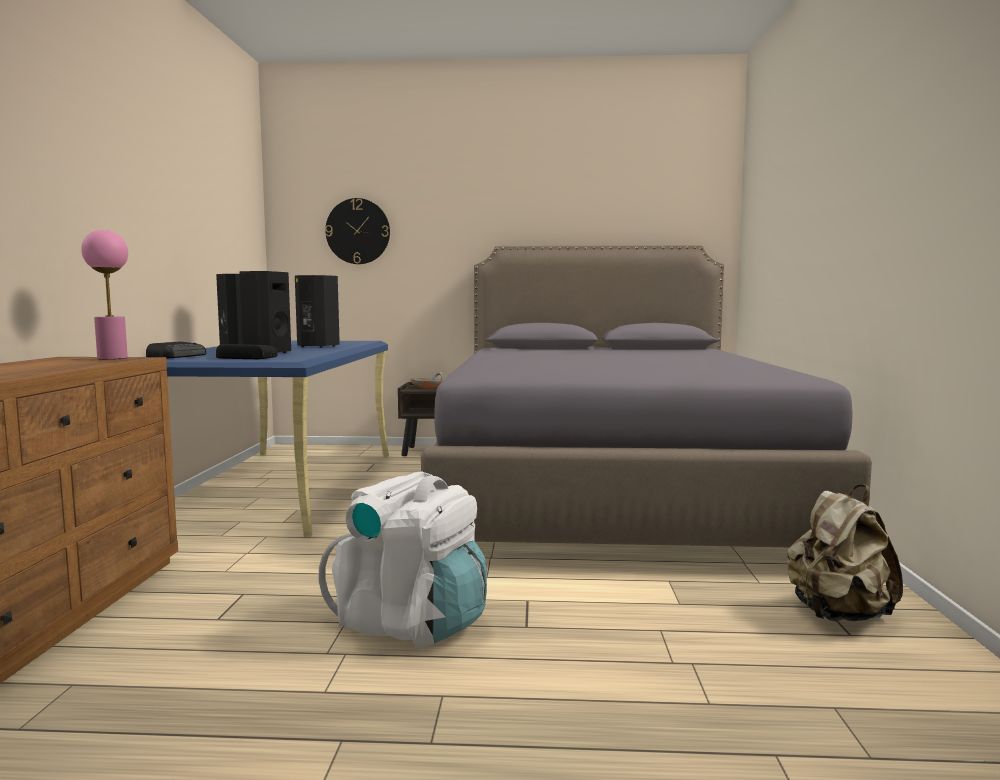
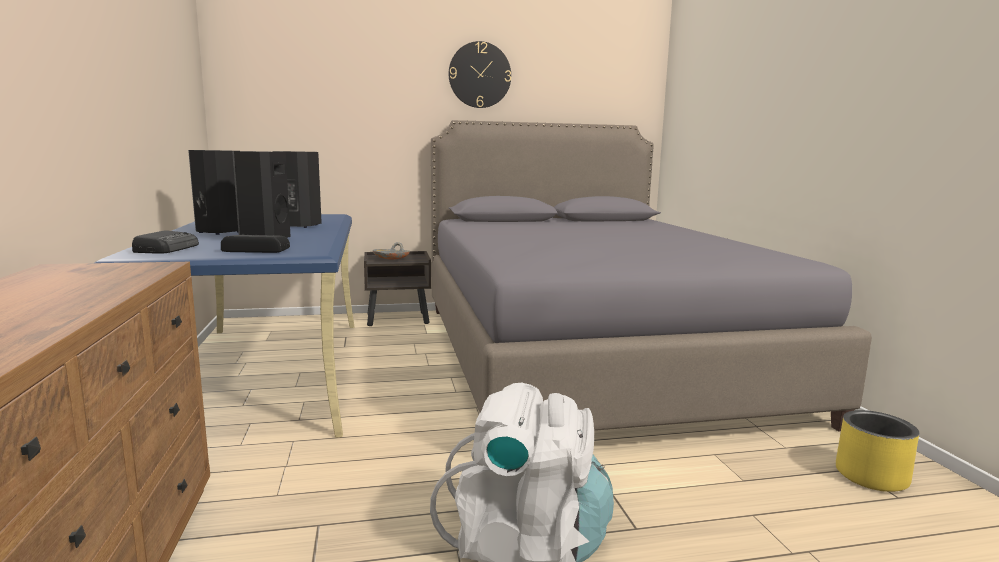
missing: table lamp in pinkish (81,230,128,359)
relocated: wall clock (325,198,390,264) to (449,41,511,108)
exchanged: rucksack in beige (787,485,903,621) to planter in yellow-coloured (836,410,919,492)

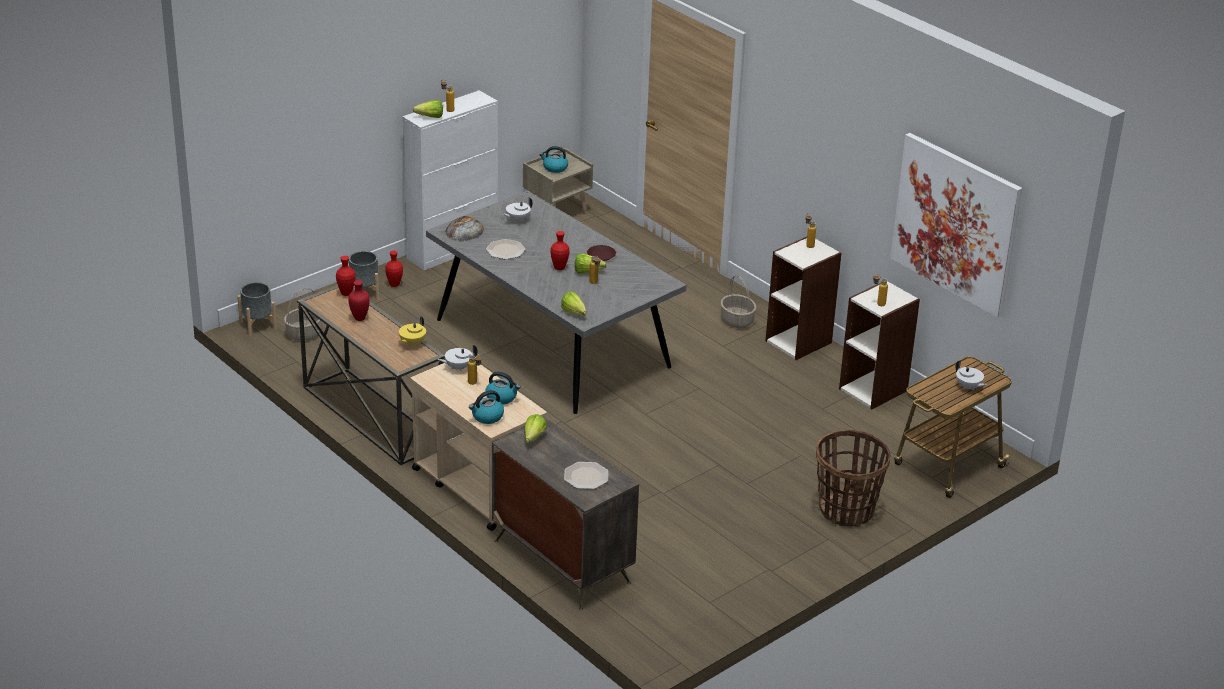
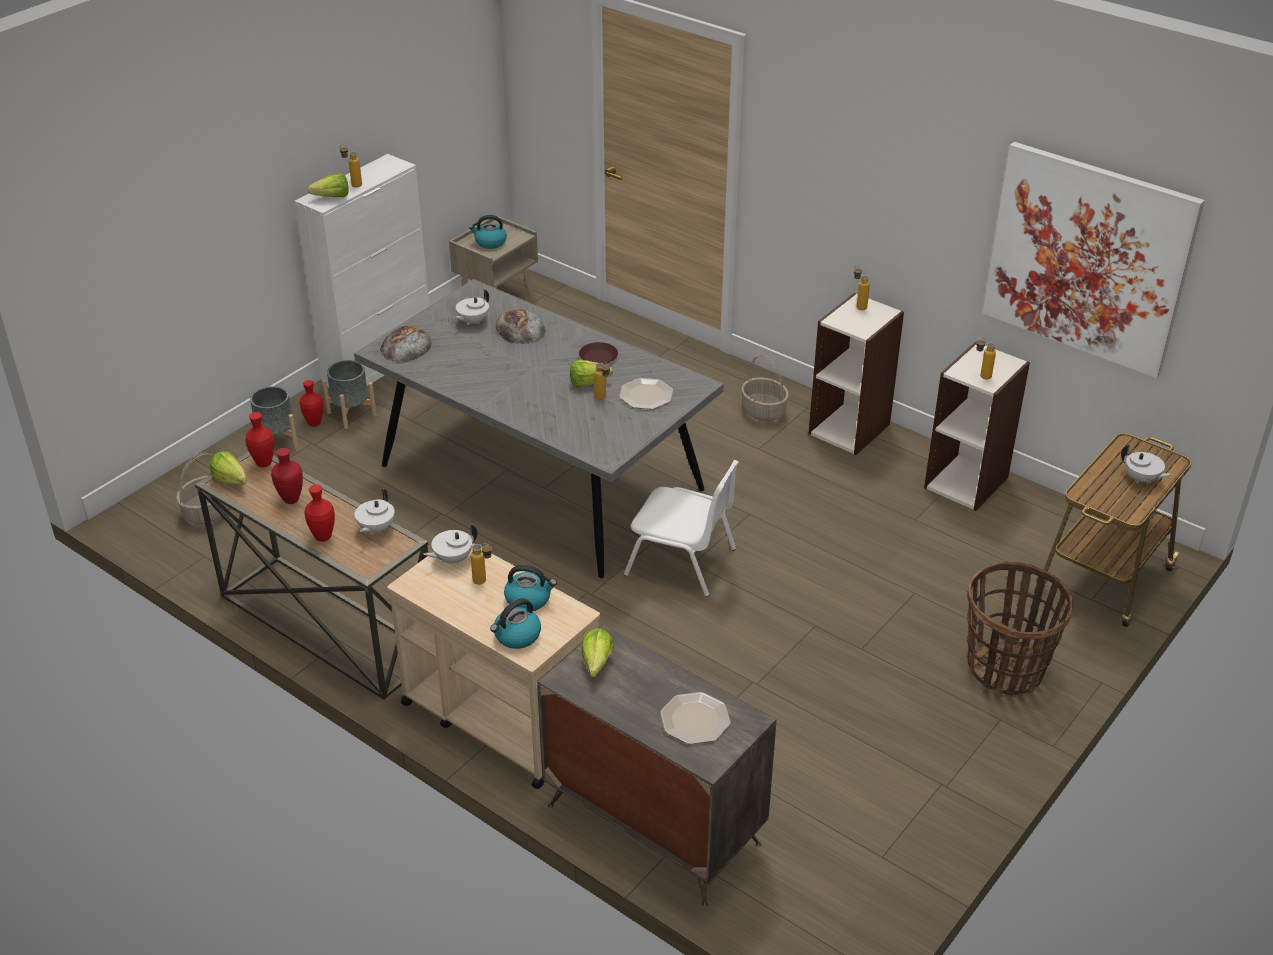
appeared: bread (496,309,545,344); plain chair in whitish (624,460,739,597)
relocated: planter in grey (237,282,277,336) to (322,360,377,429); plate (486,239,526,259) to (619,378,673,409); vase in reddish (551,231,569,270) to (304,484,335,542); head of lettuce (561,291,587,316) to (210,451,247,485)
colour: teapot in yellow-coloured (399,316,426,347) to teapot in whitish (355,489,395,535)

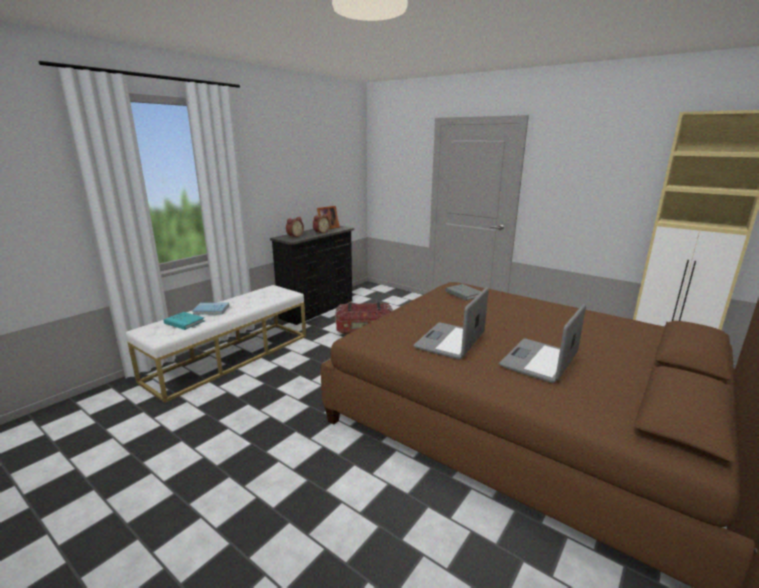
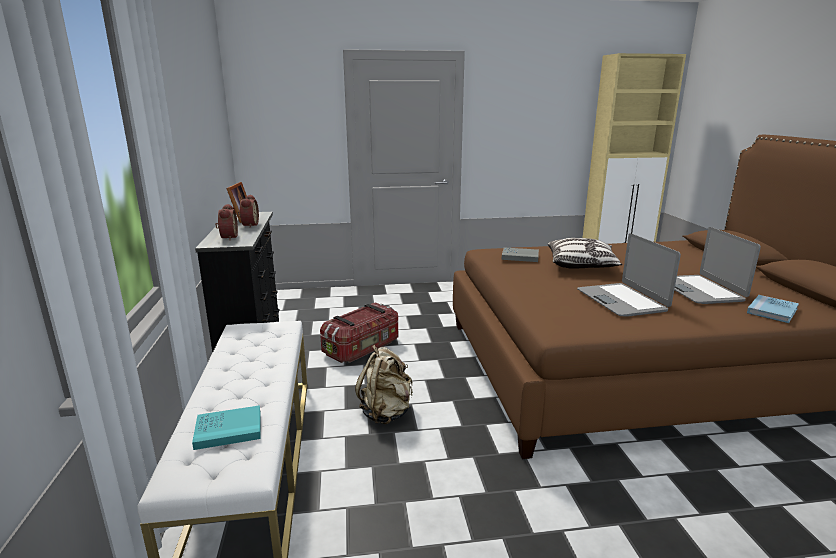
appeared: rucksack in beige (355,345,413,424); pillow (548,238,622,269)
relocated: volume in blue-coloured (192,303,229,315) to (747,295,799,323)

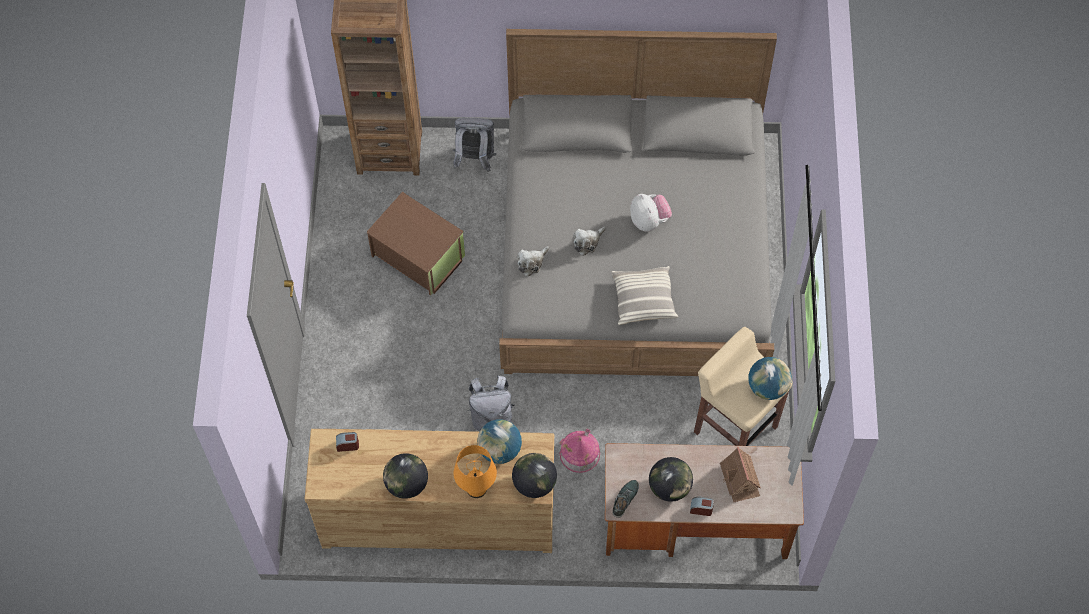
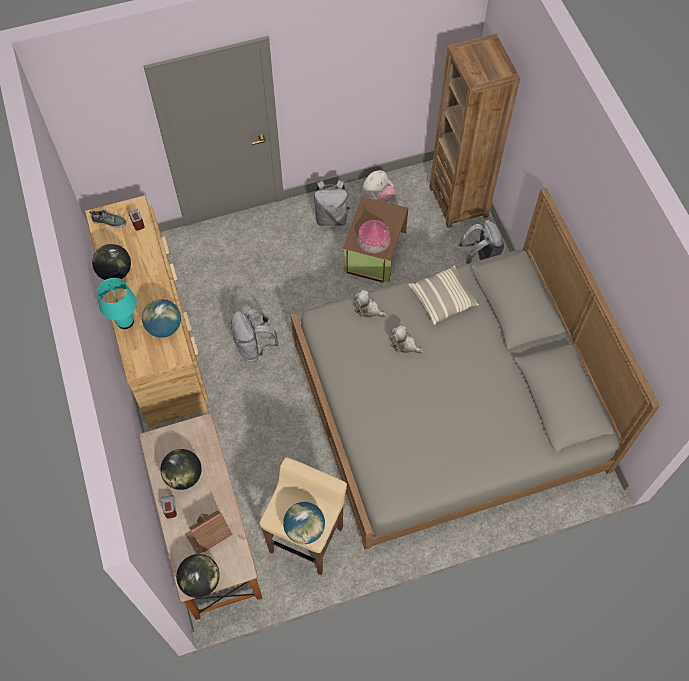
appeared: rucksack in grey (313,180,350,226)
relocated: world globe (512,453,557,498) to (176,554,220,598); toy house (559,429,600,473) to (357,220,391,254); pillow (612,266,678,325) to (408,265,479,325); shoe (612,480,639,518) to (89,210,126,228); plush toy (630,194,672,231) to (363,170,396,202)
colour: table lamp in orange (453,445,497,498) to table lamp in blue-green (97,278,137,329)

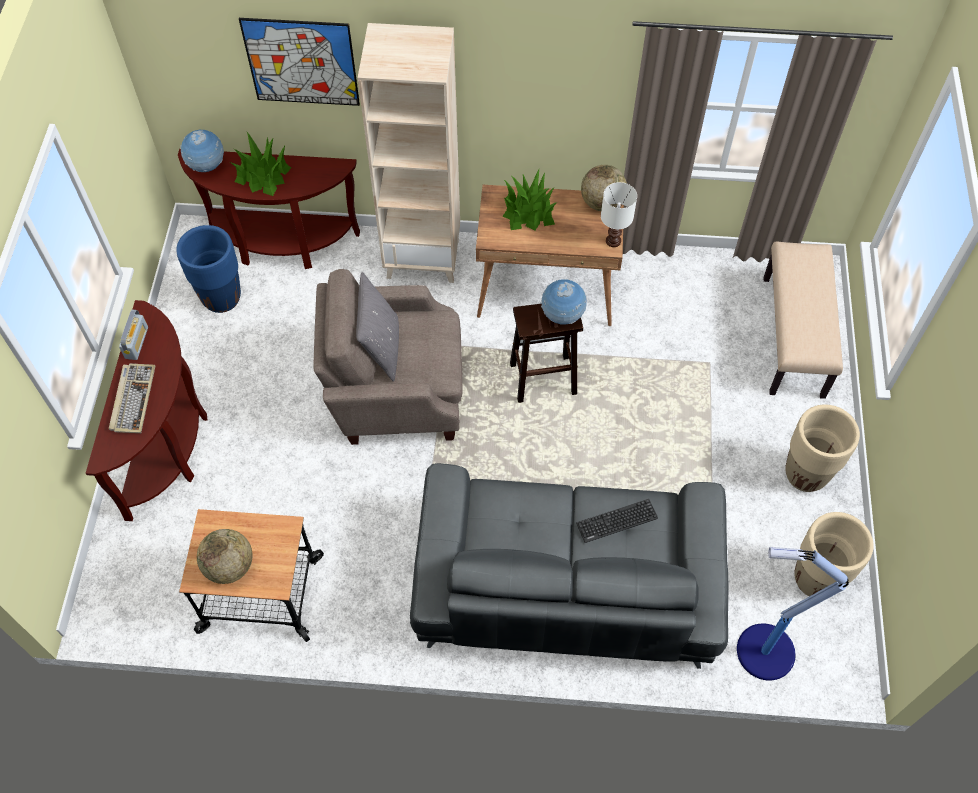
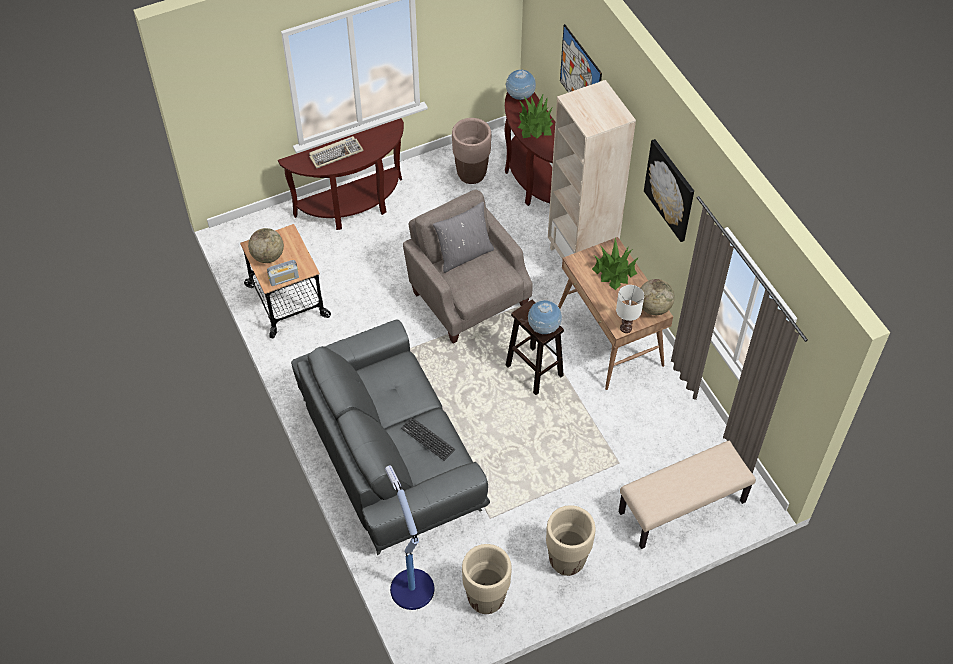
appeared: wall picture (644,139,694,242)
relocated: radio receiver (119,309,148,360) to (267,260,299,286)
colour: planter in blue-coloured (176,225,241,313) to planter in brown-coloured (452,118,491,184)

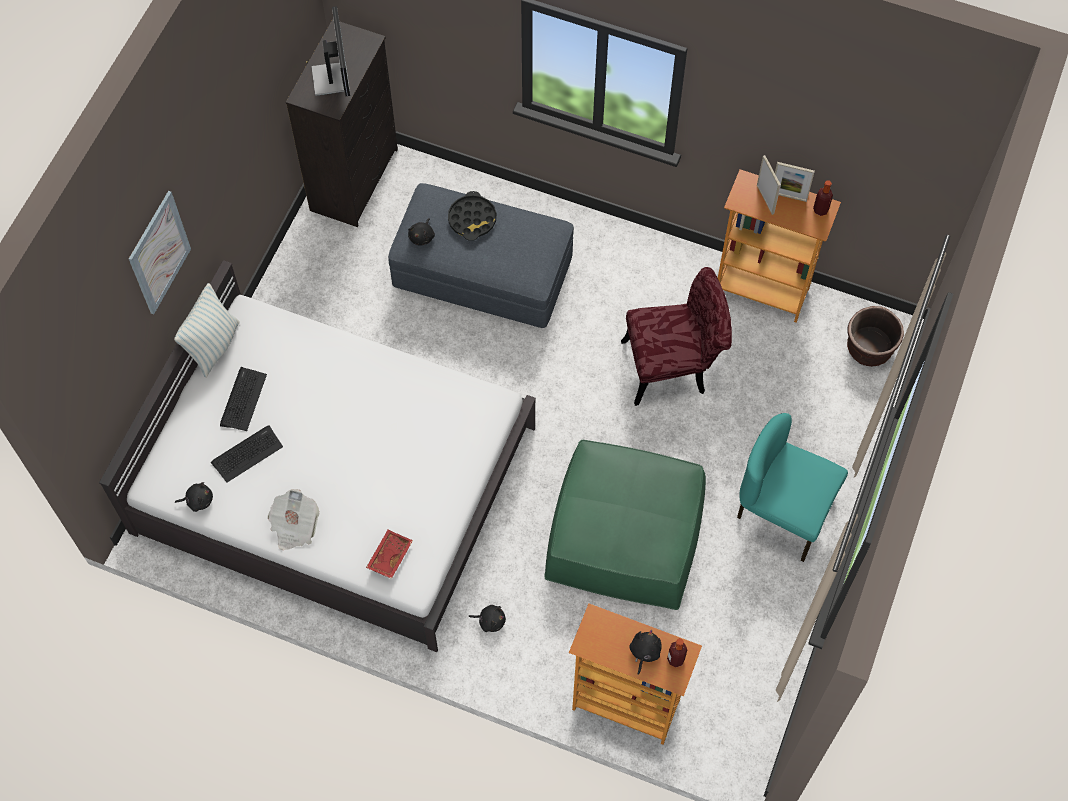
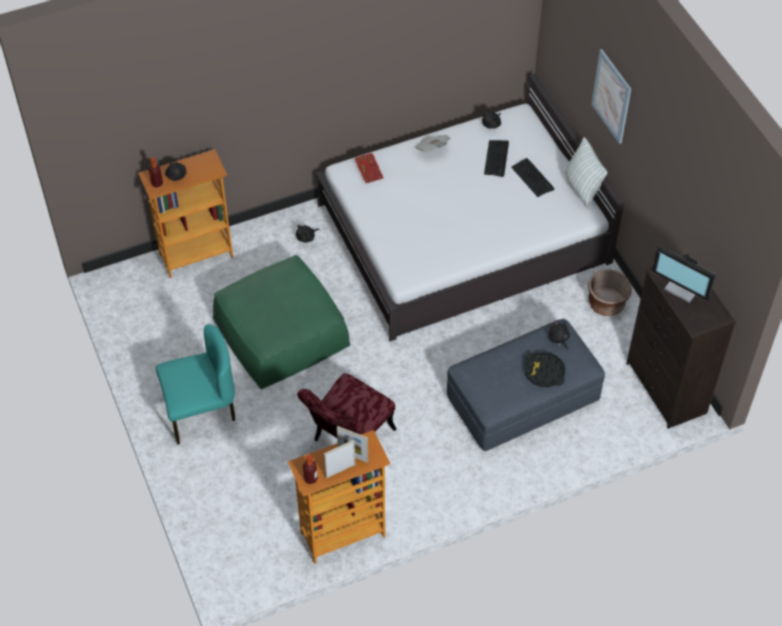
relocated: planter in brown-coloured (847,306,904,367) to (588,270,632,316)

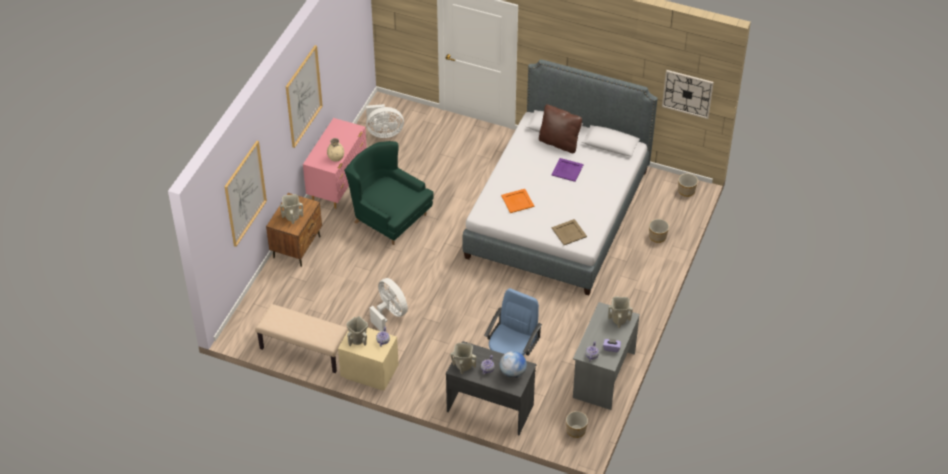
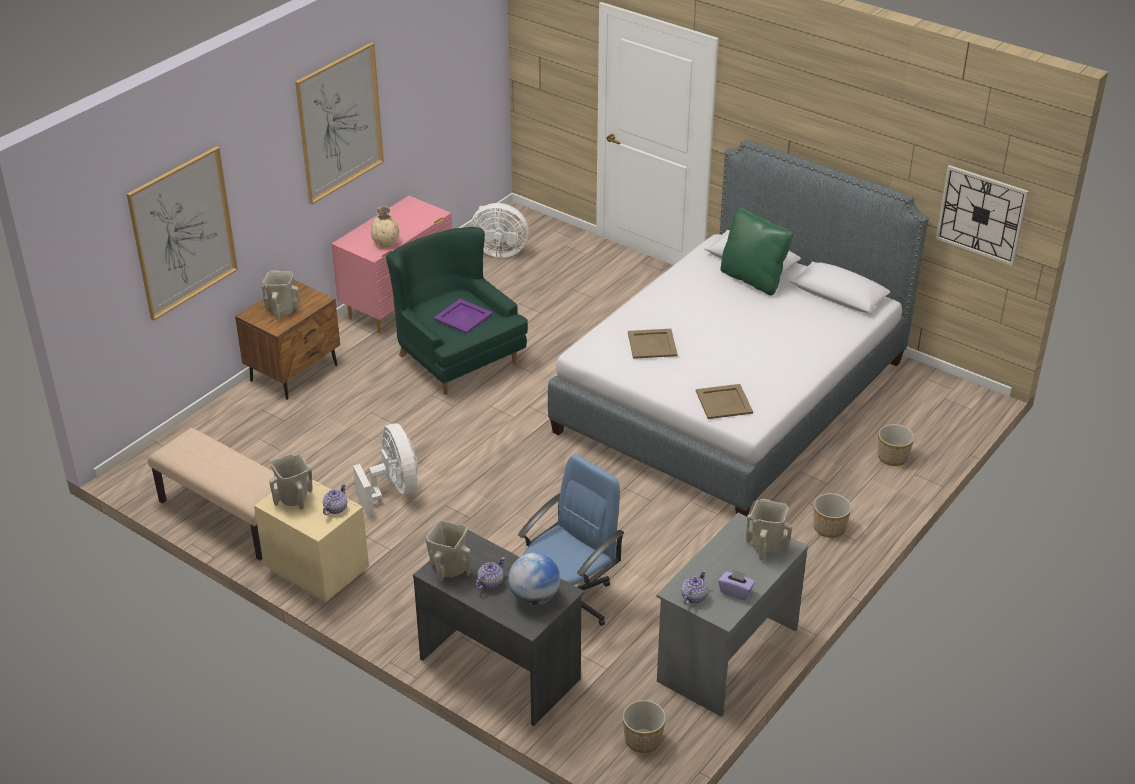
relocated: tray in purplish (552,158,583,182) to (434,299,493,334); planter (678,173,698,197) to (814,493,851,538)
colour: tray in orange (501,189,534,213) to tray in beige (628,329,678,359); pillow in brown-coloured (539,104,582,153) to pillow in greenish (720,207,793,296)

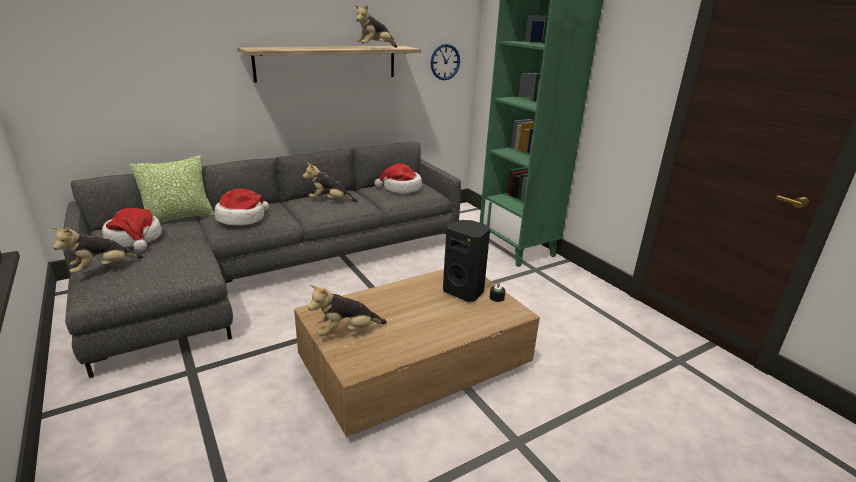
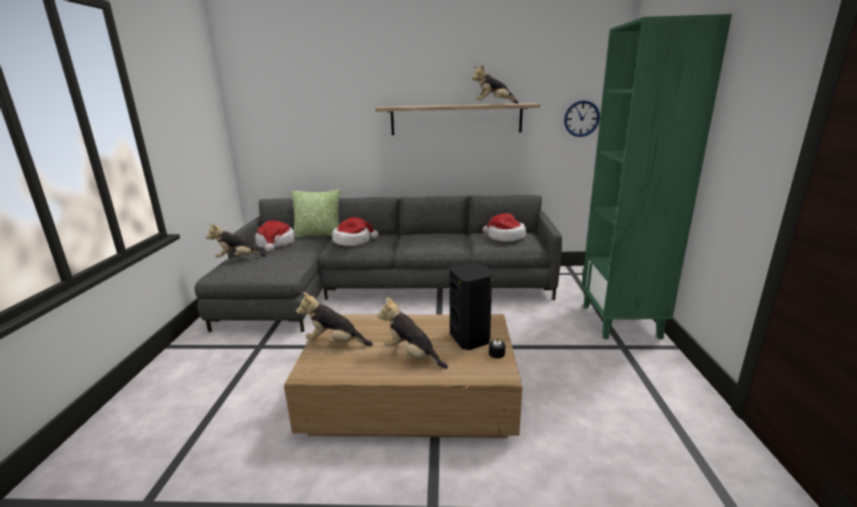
relocated: plush toy (303,163,358,202) to (377,297,448,369)

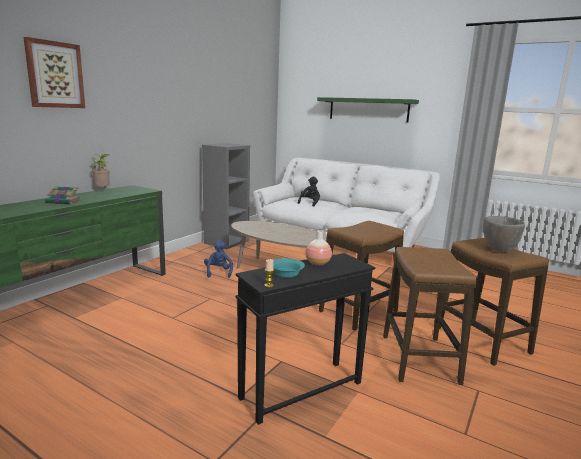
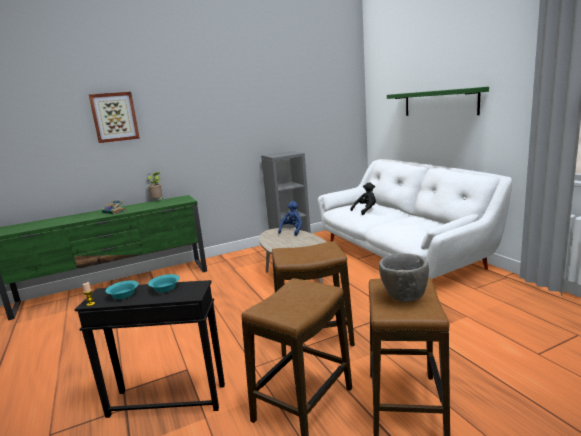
relocated: plush toy in blue-coloured (204,240,233,278) to (278,201,302,236)
exchanged: vase (305,230,332,266) to deep dish in blue-green (148,274,180,293)

